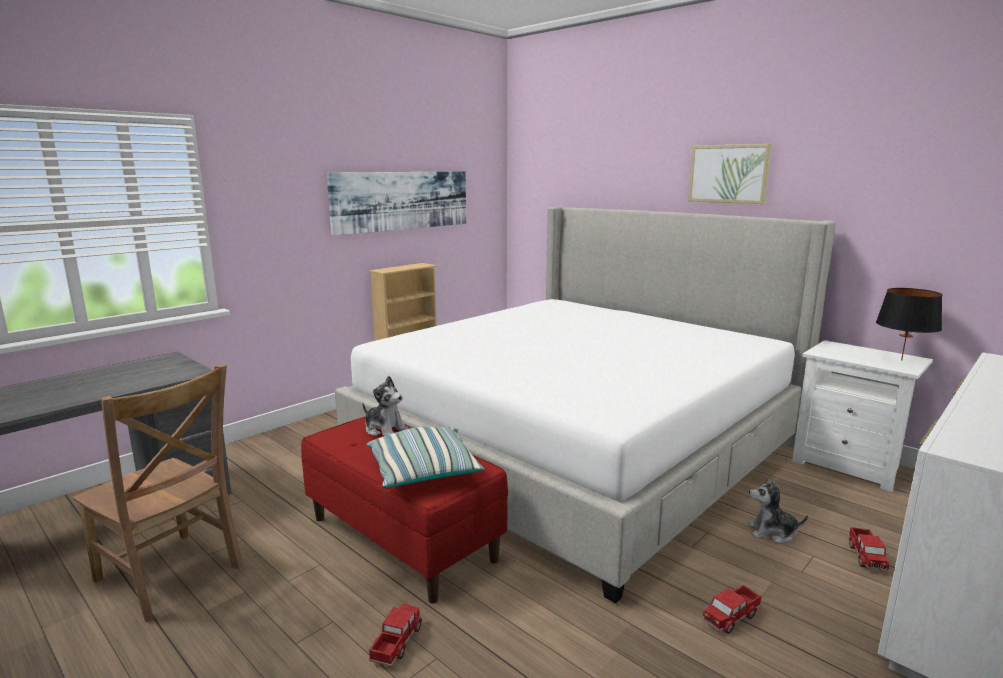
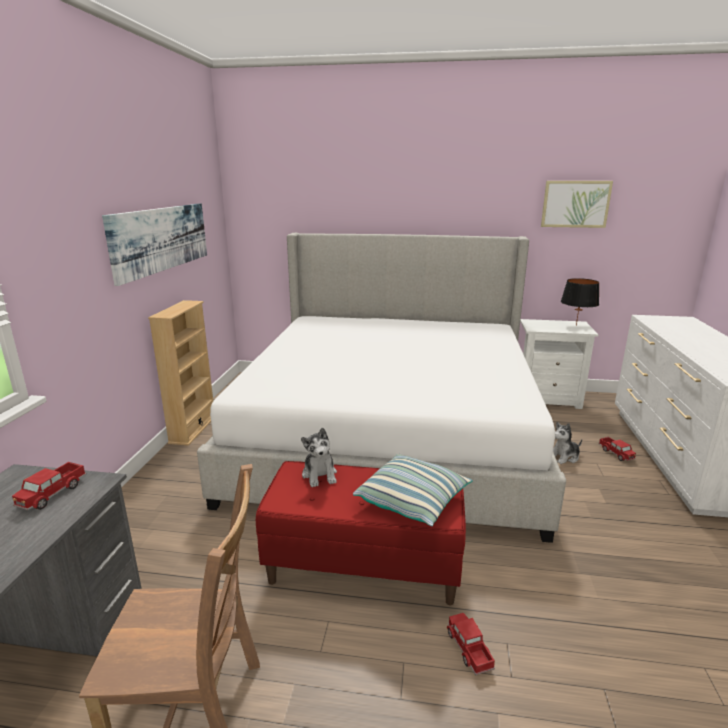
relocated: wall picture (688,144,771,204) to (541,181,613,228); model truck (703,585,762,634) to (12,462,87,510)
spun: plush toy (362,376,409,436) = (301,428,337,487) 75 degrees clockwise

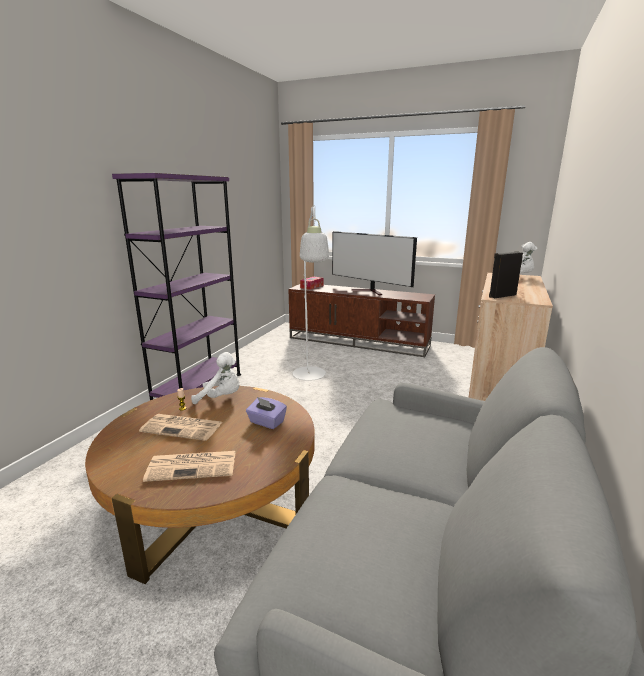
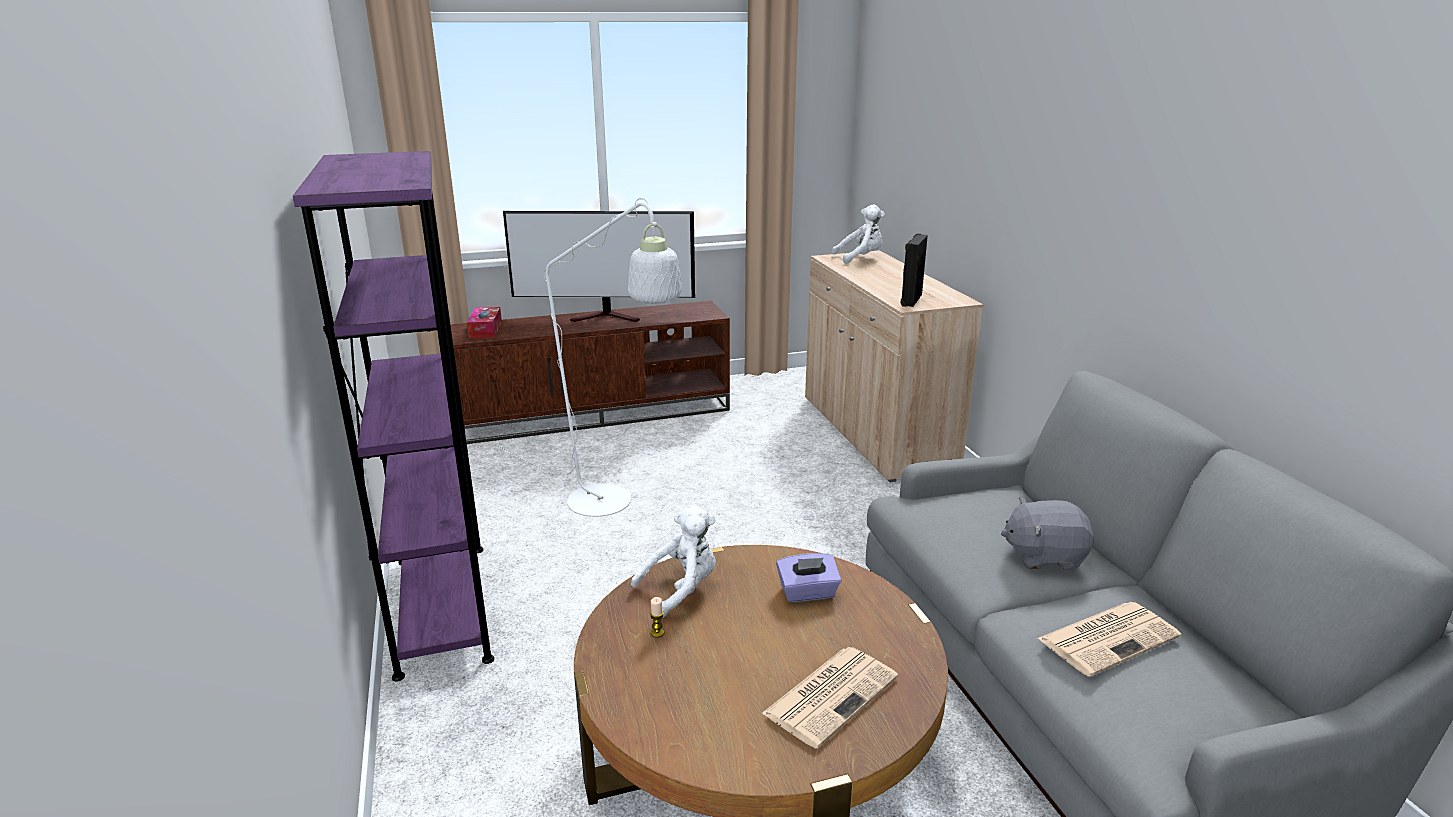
appeared: plush toy in grey (1001,497,1094,571)
relocated: newspaper (139,414,223,441) to (1037,602,1181,677)

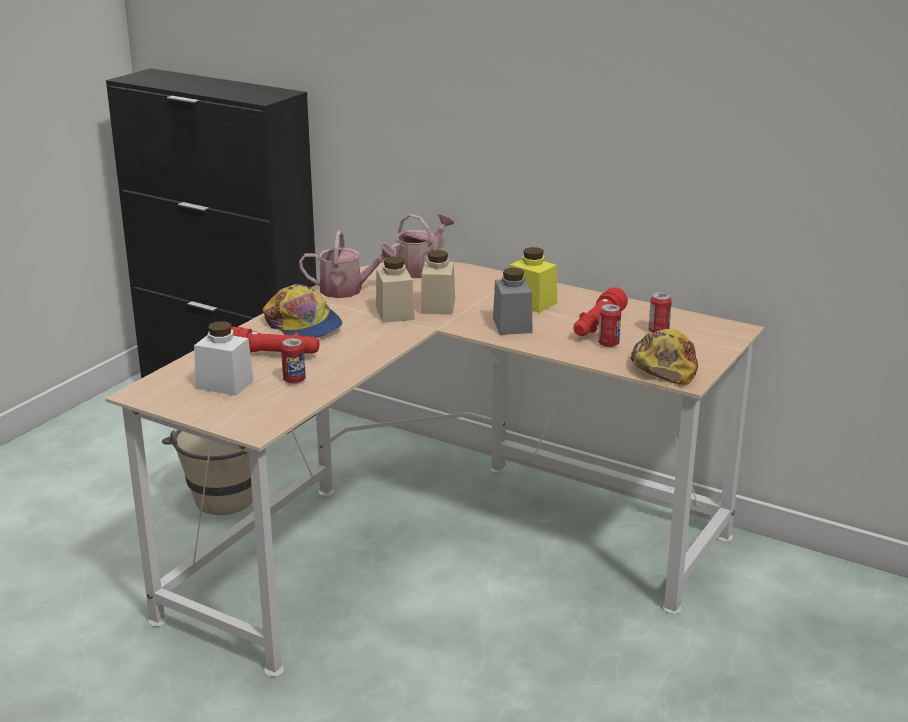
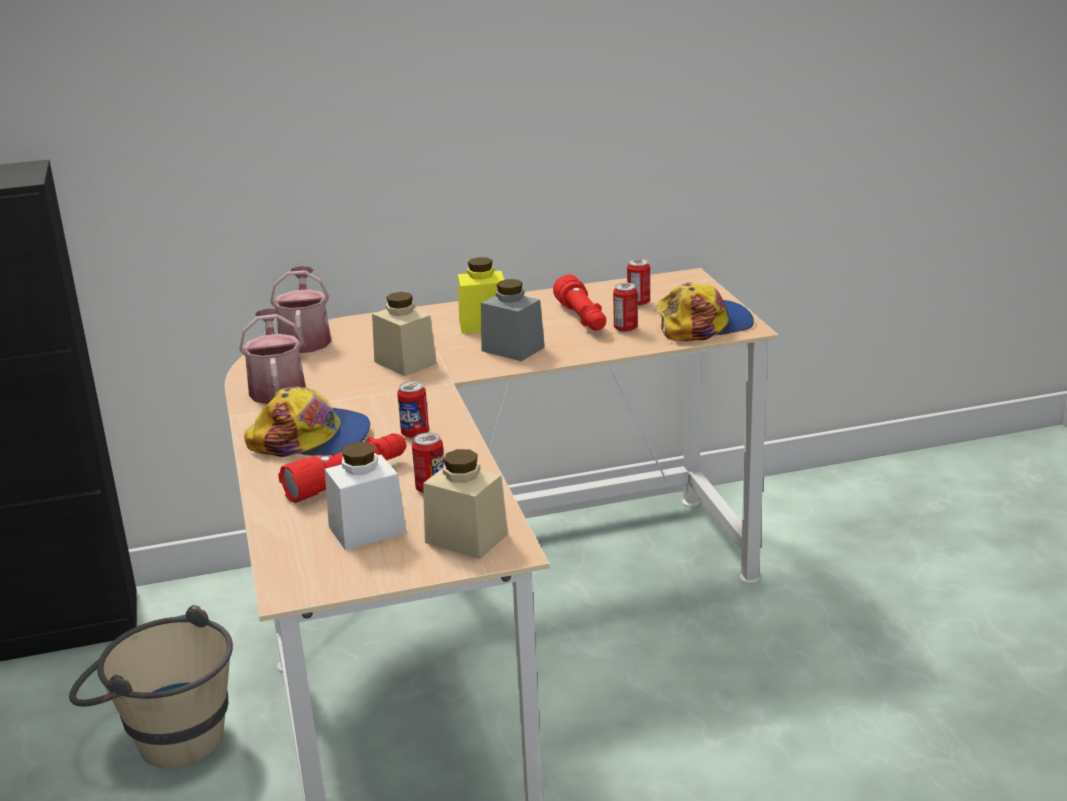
appeared: metal can (397,381,429,439)
relocated: jar in beige (376,256,415,323) to (423,449,508,559)
spun: sprinkling can (299,231,396,298) = (239,308,306,404) 60 degrees counterclockwise; cap (631,329,698,385) = (656,282,754,341) 105 degrees clockwise

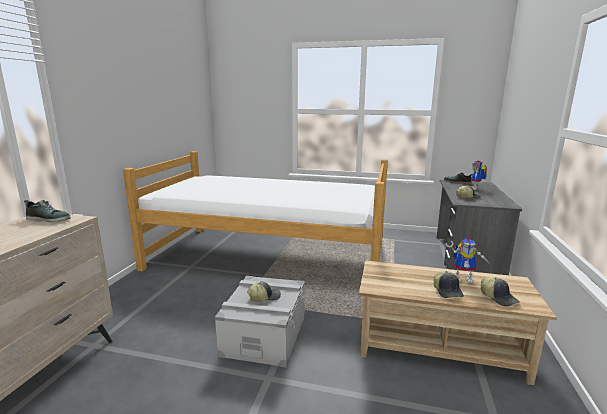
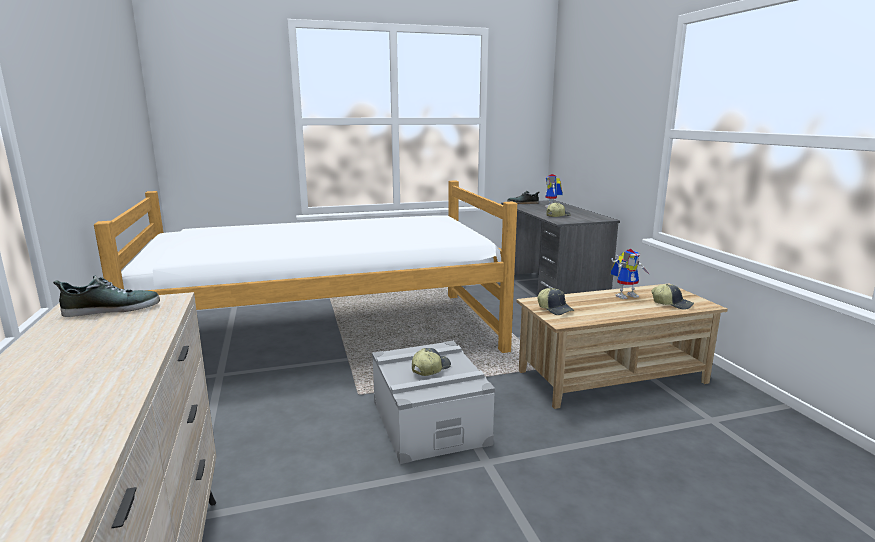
relocated: cap (434,271,464,298) to (538,288,574,315)

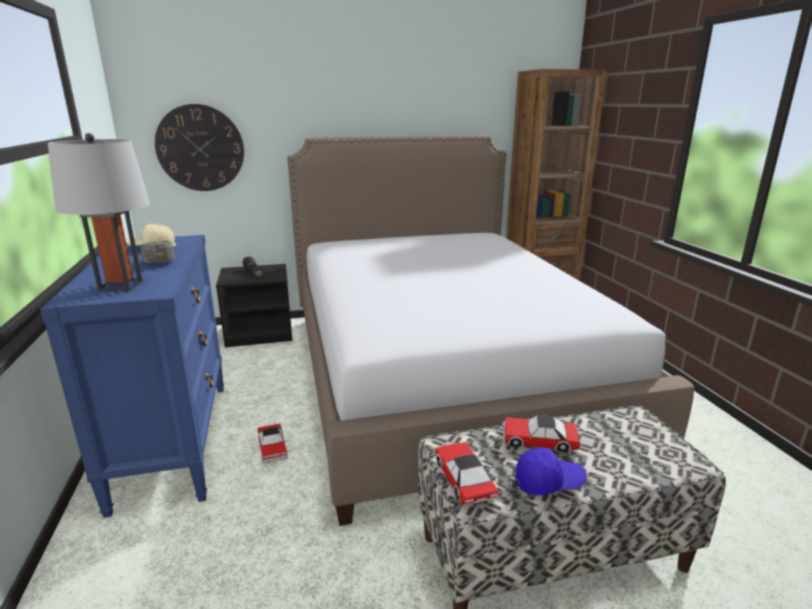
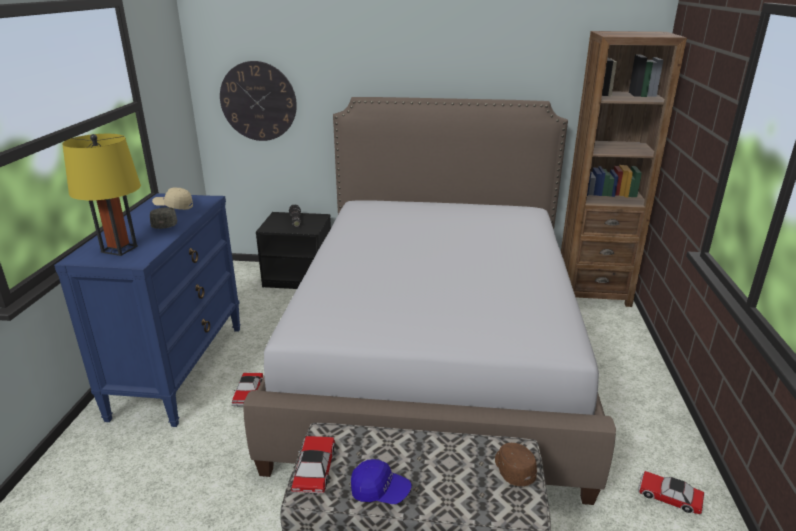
appeared: cap in brown-coloured (495,443,537,486)
relocated: model car (502,415,580,452) to (638,471,704,514)
colour: table lamp in grey (48,133,150,291) to table lamp in yellow-coloured (62,134,141,256)

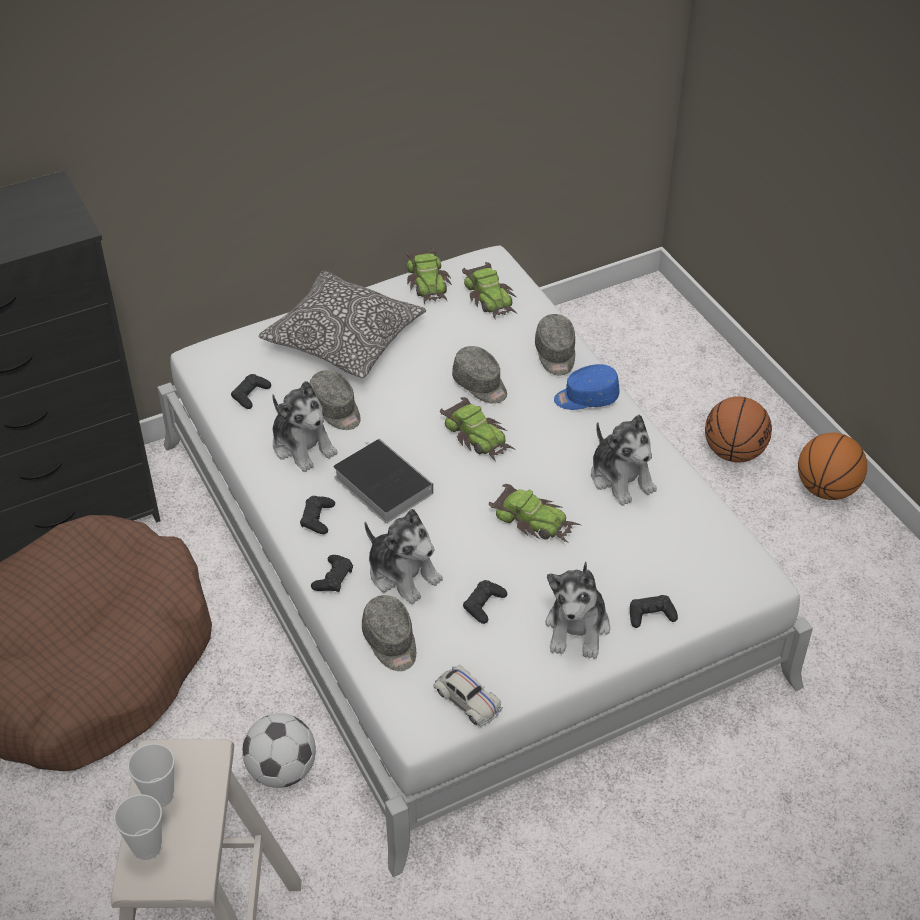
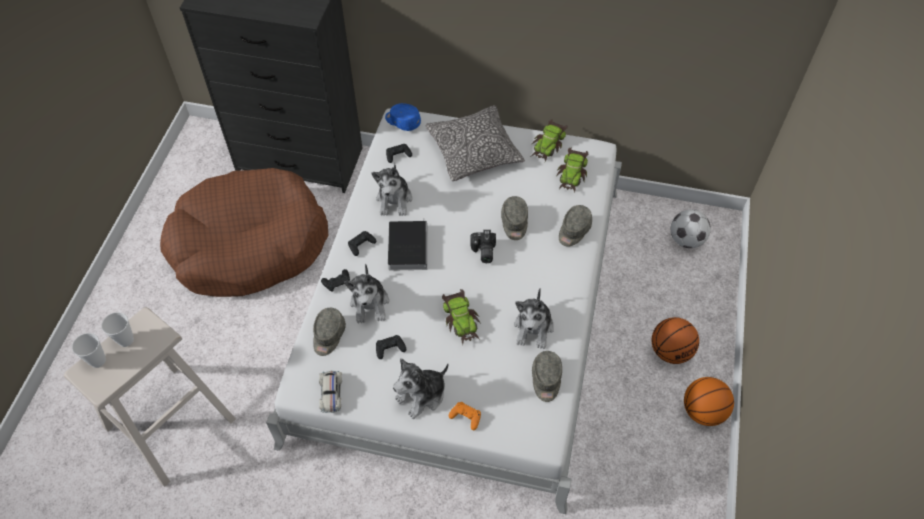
relocated: football (242,713,316,788) to (671,210,711,248); cap in grey (309,370,361,430) to (532,351,562,402); cap in blue-coloured (554,364,619,410) to (385,103,421,131)
exchanged: model car (440,397,516,462) to still camera (470,230,496,263)
colour: game controller in black-coloured (630,595,678,628) to game controller in orange (449,402,481,430)

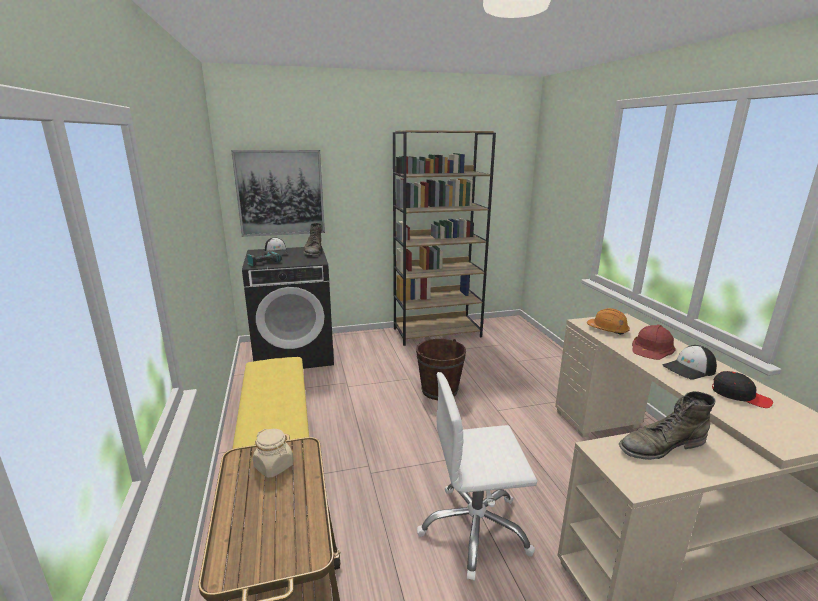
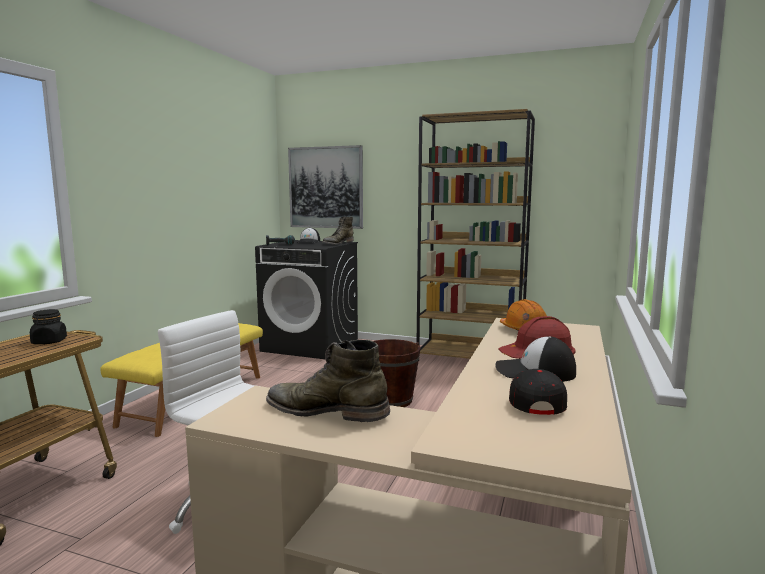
colour: jar in beige (253,429,293,478) to jar in black-coloured (30,309,67,344)
spun: cap in black-coloured (712,371,773,408) = (509,369,567,415) 150 degrees counterclockwise

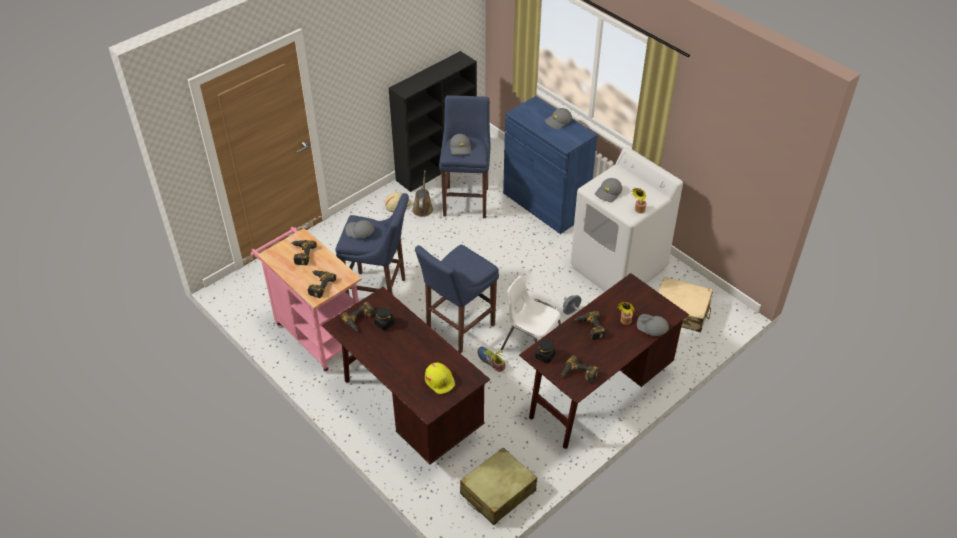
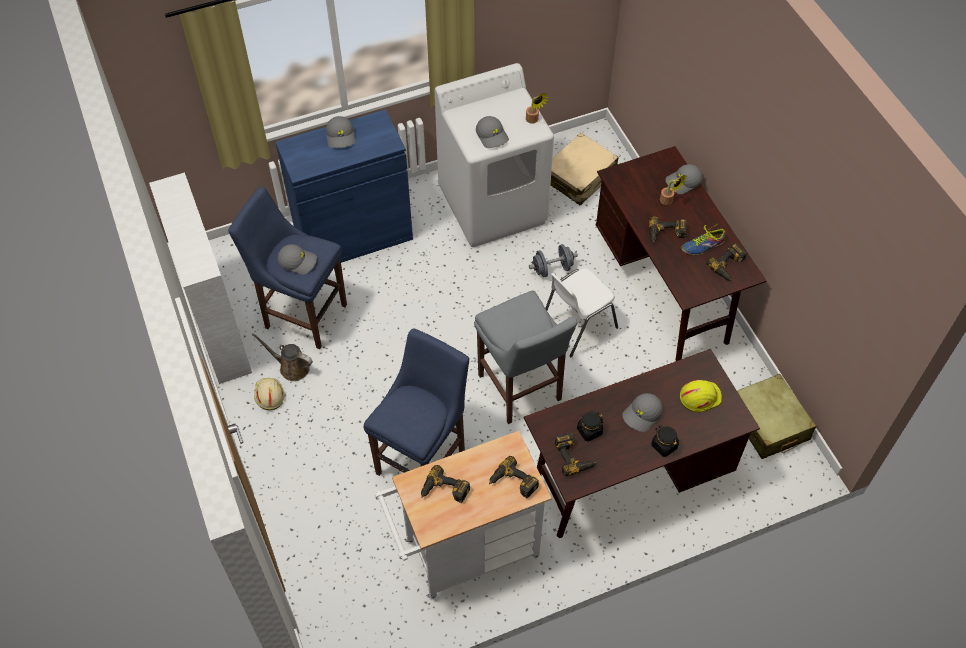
relocated: cap in grey (345,220,374,238) to (622,393,663,432); shoe (477,347,505,372) to (681,225,726,255); jar in black-coloured (535,338,556,363) to (651,426,679,457)
colour: cart in pinkish (251,227,362,372) to cart in whitish (375,431,552,599); bookshelf in black-coloured (389,51,477,192) to bookshelf in whitish (149,172,252,384); sitting stool in blue-coloured (415,245,499,353) to sitting stool in grey (474,291,577,424)

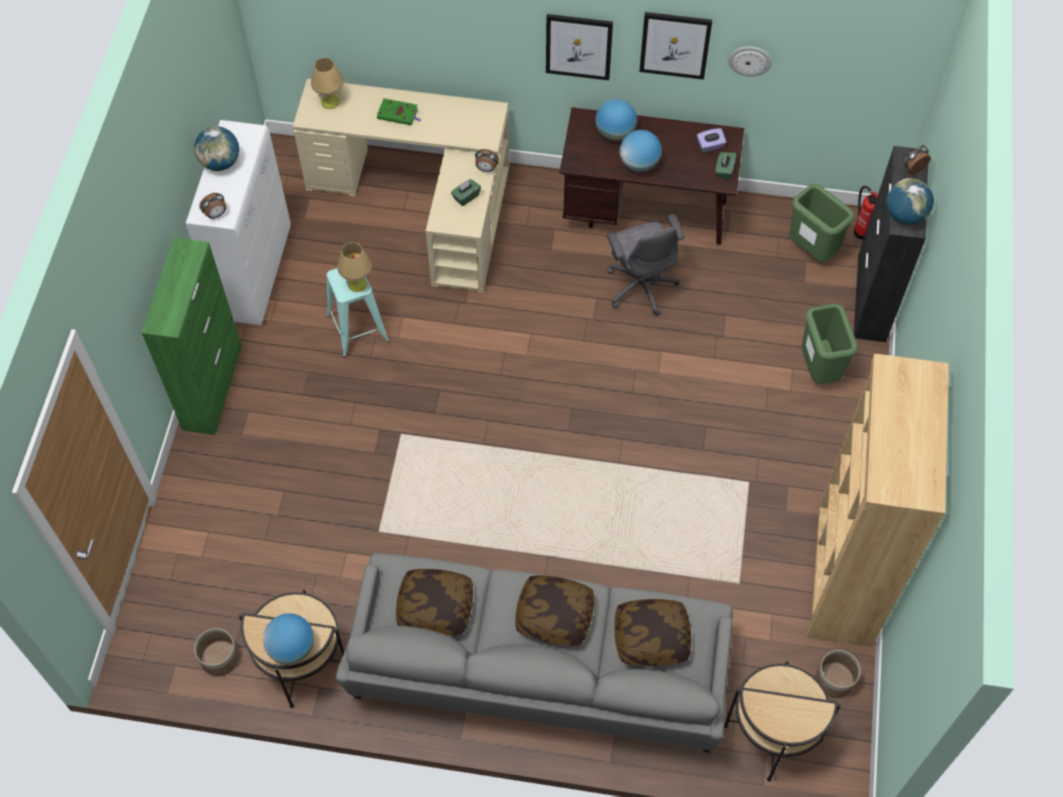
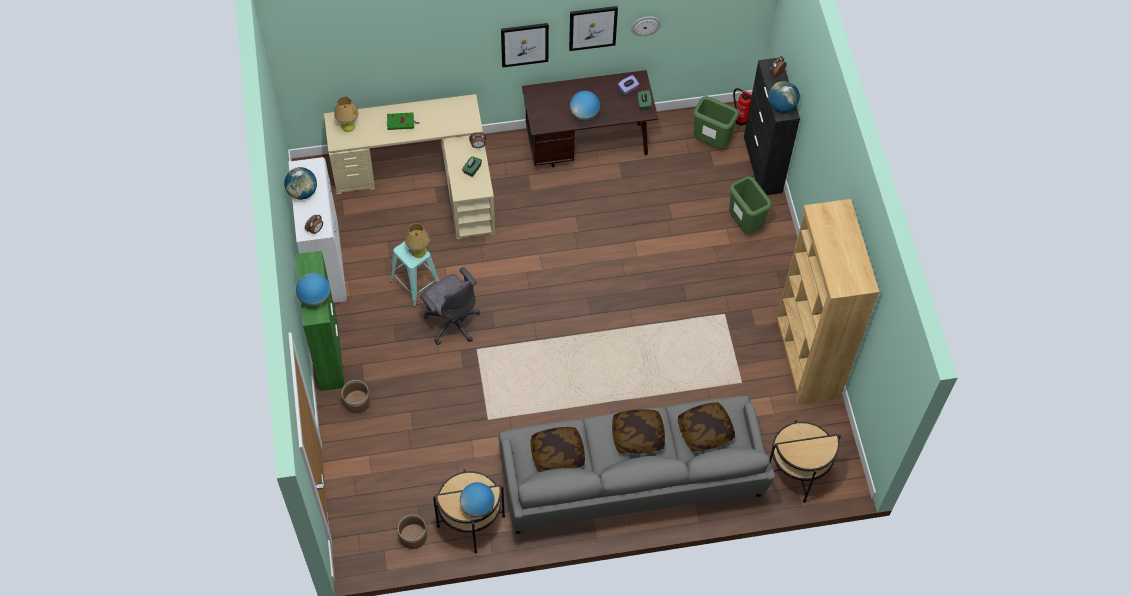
relocated: world globe (595,99,637,141) to (296,273,330,307); computer chair in grey (607,214,684,316) to (420,267,480,345); planter (816,650,861,698) to (342,380,370,413)

